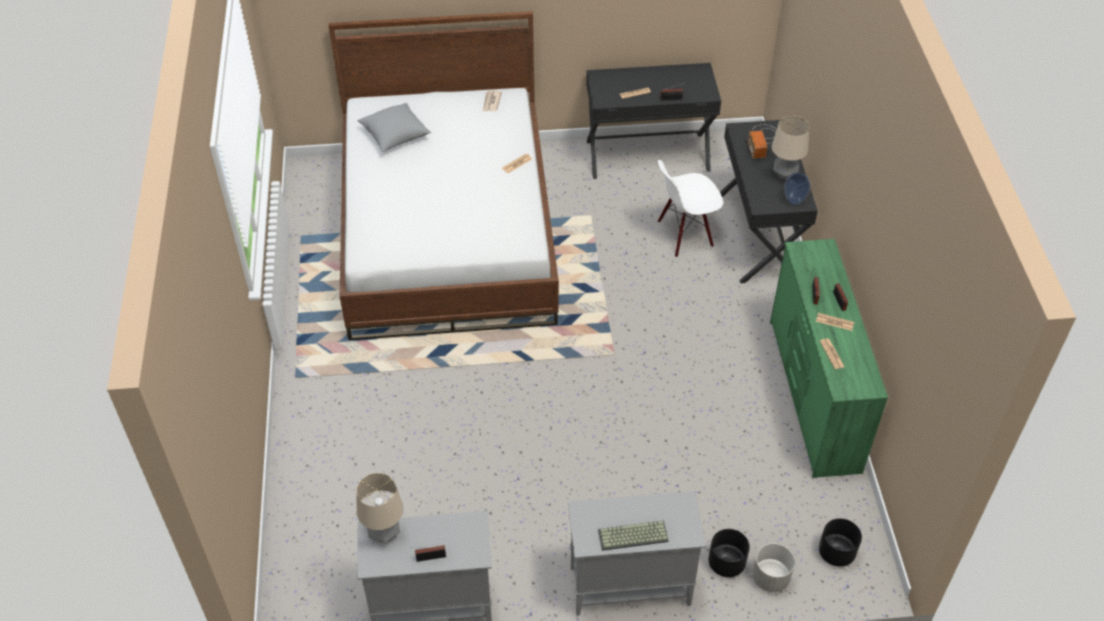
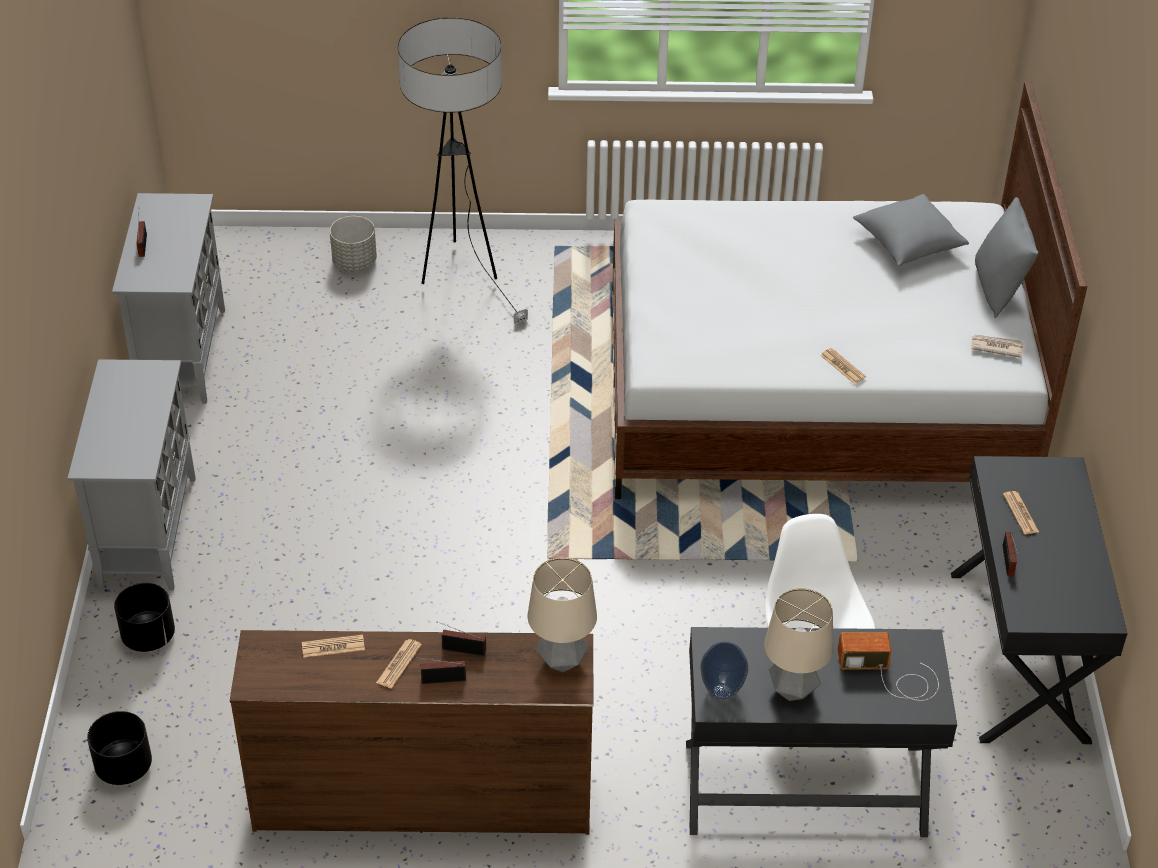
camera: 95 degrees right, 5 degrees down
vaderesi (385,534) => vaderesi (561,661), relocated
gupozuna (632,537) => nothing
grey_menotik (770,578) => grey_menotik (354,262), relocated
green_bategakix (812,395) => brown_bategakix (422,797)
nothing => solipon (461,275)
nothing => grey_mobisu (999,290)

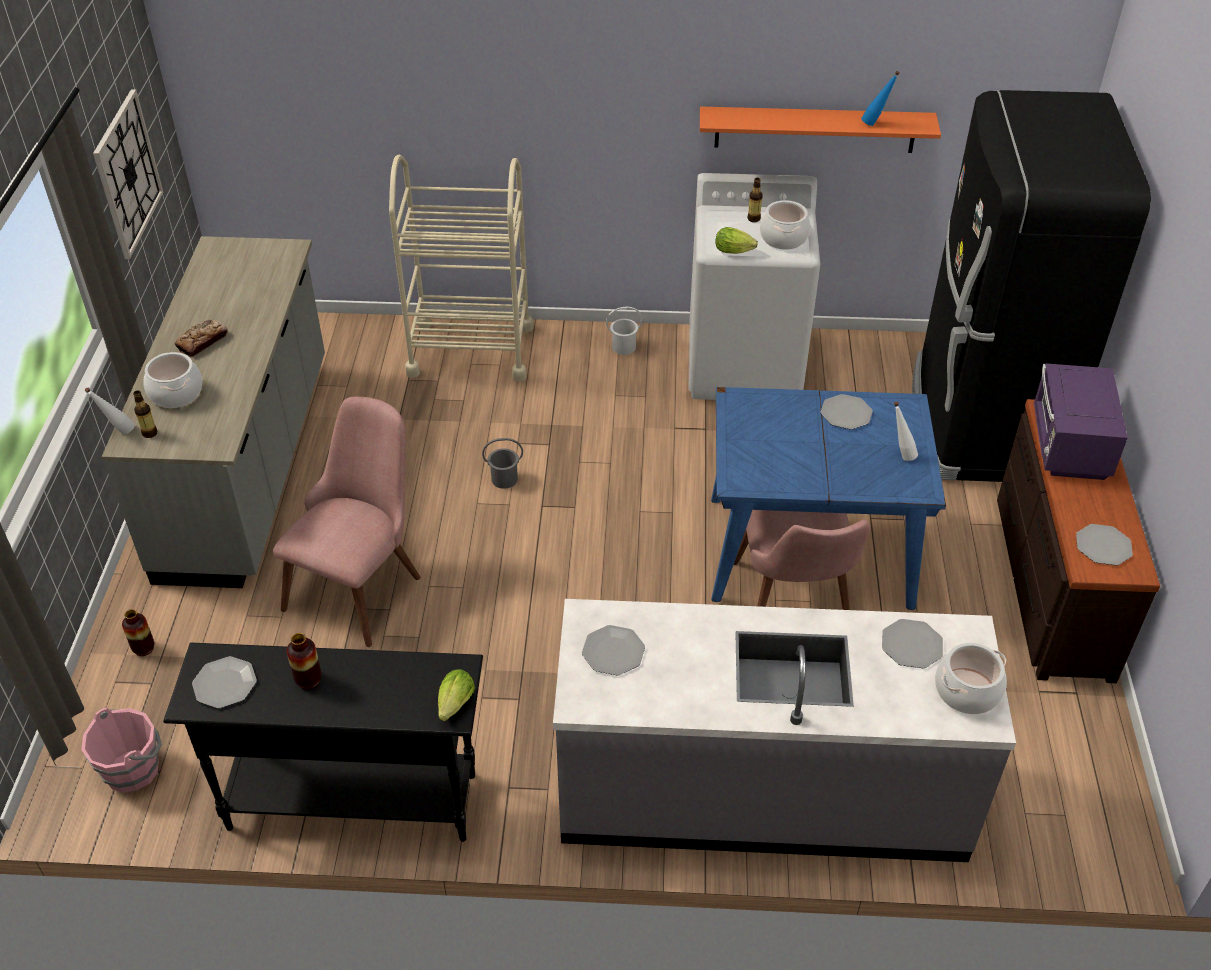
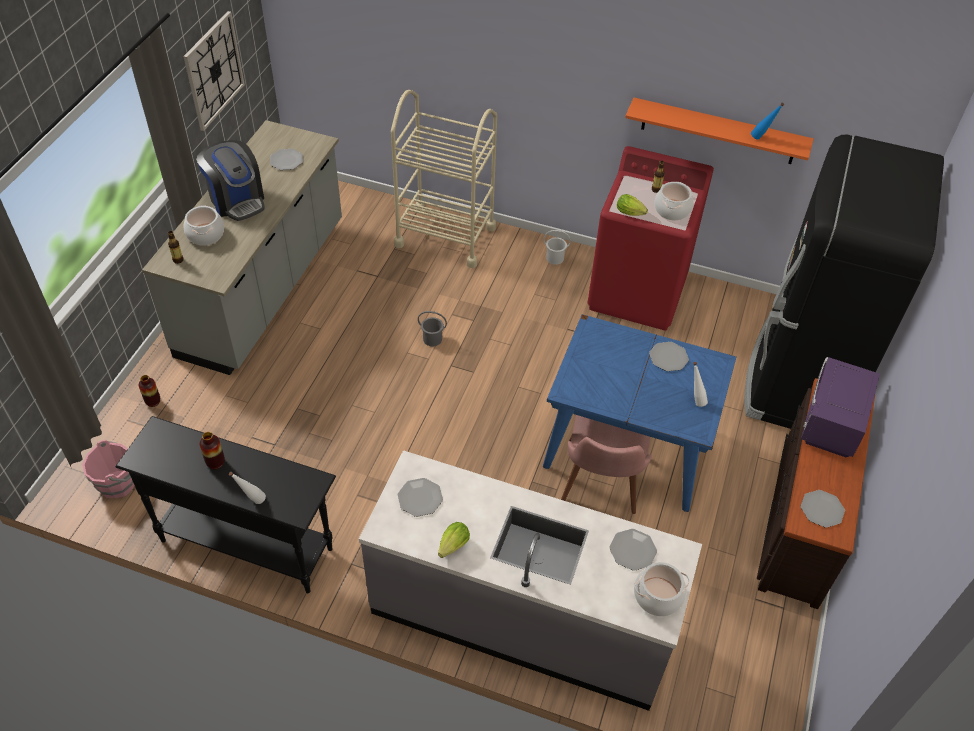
camera: 15 degrees right, 5 degrees up
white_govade (118,433) => white_govade (252,501), relocated
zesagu (202,342) => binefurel (237,200)
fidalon (225,683) => fidalon (286,160), relocated
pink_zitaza (362,581) => nothing
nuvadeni (454,706) => nuvadeni (452,547), relocated
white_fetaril (744,365) => red_fetaril (638,292)

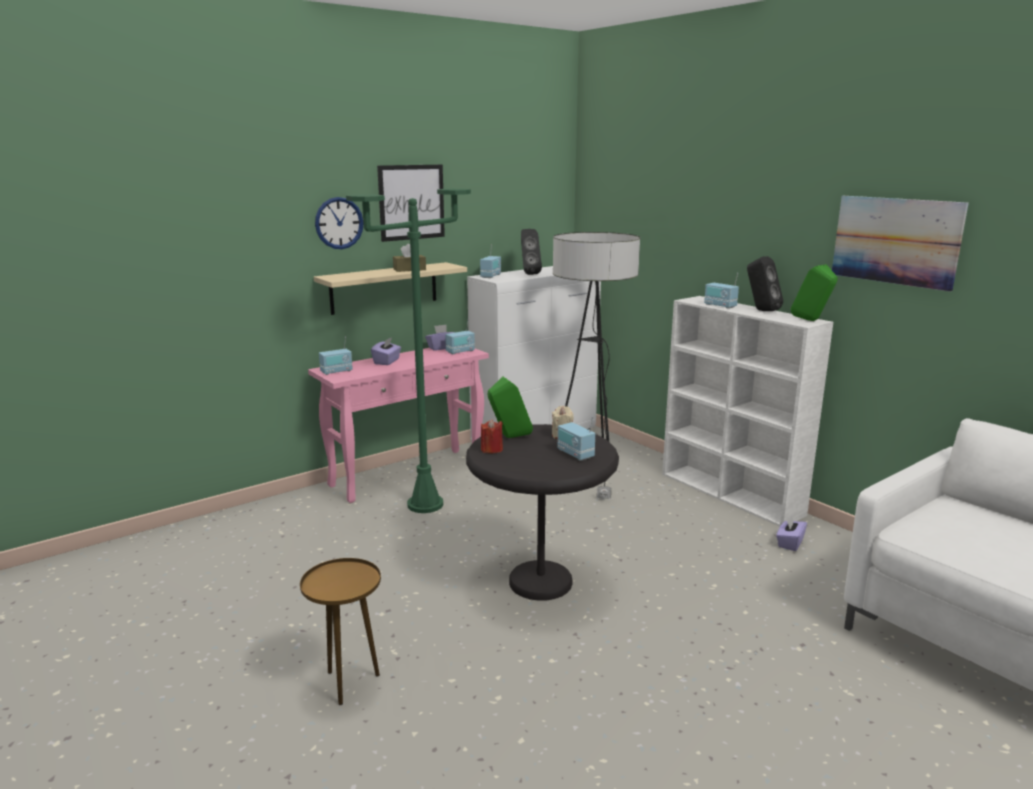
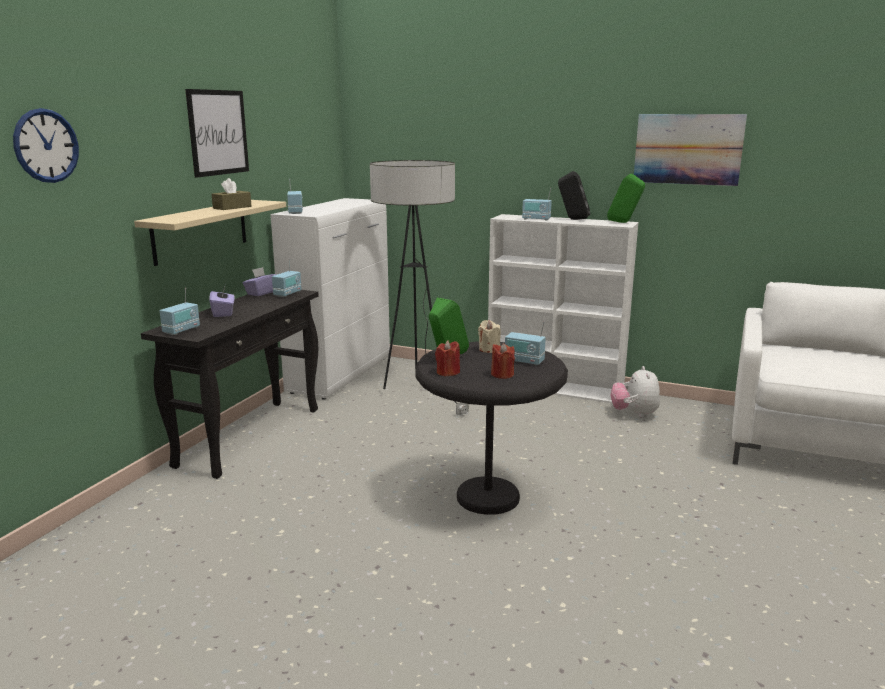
camera: 30 degrees left, 0 degrees up
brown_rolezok (349,683) => nothing
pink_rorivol (408,474) => black_rorivol (250,436)
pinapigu (339,223) => pinapigu (46,146), relocated
green_solipon (425,504) => nothing
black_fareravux (528,274) => nothing
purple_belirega (789,543) => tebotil (634,414)
nothing => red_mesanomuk (502,374)

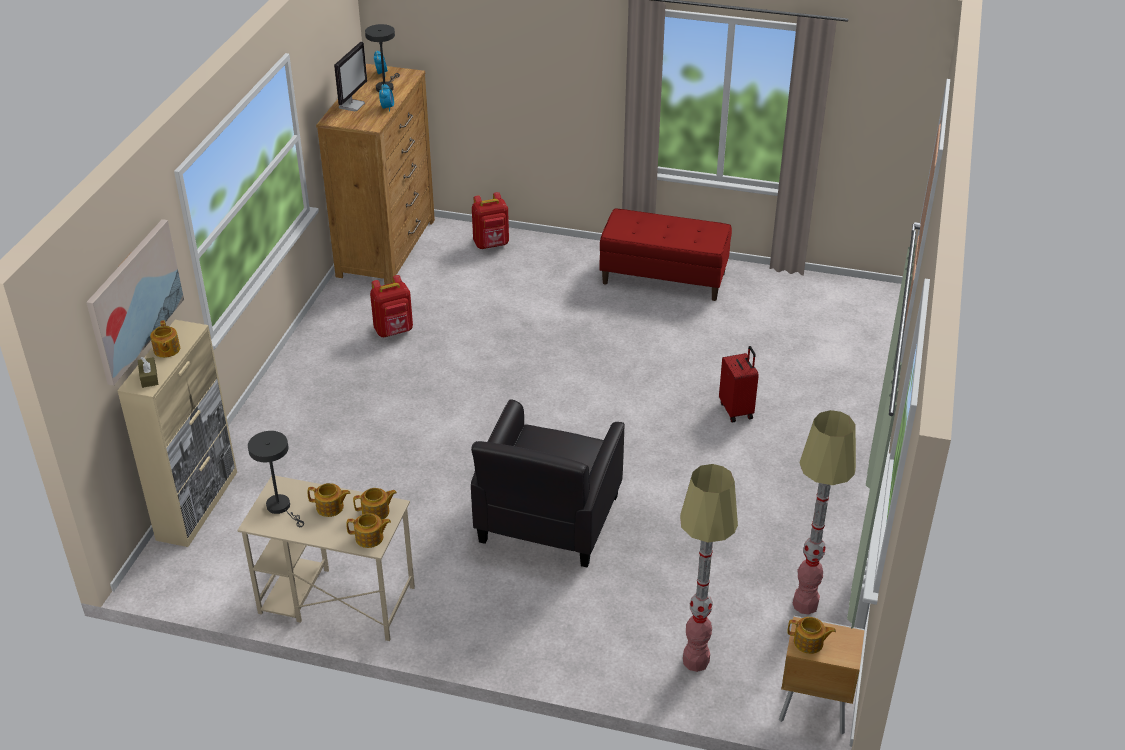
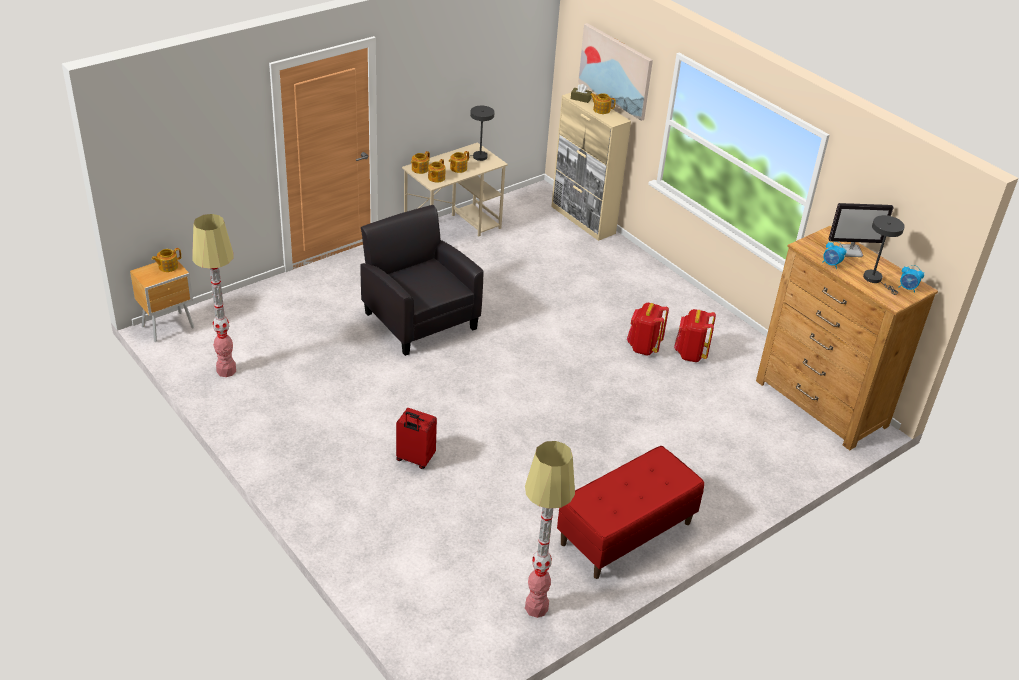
camera: 125 degrees right, 0 degrees up
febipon (352,105) => febipon (851,251), 60 degrees counterclockwise
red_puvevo (491,245) => red_puvevo (643,347), relocated
solipon (696,661) => solipon (536,608), relocated

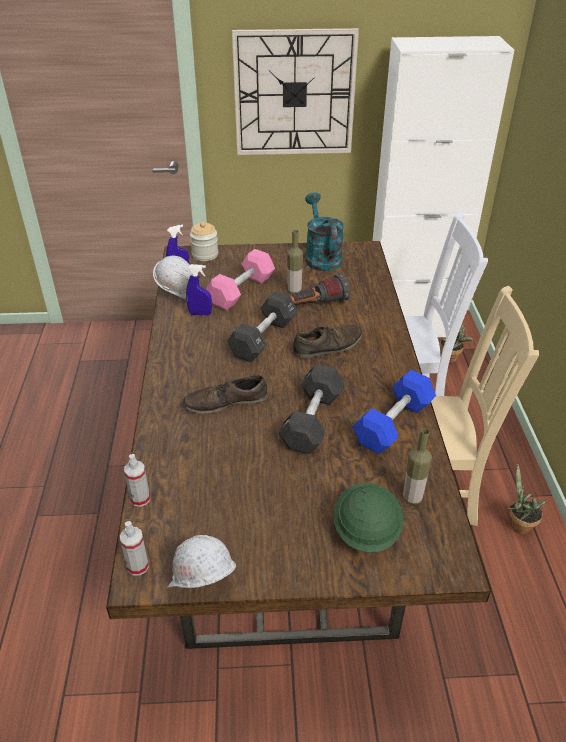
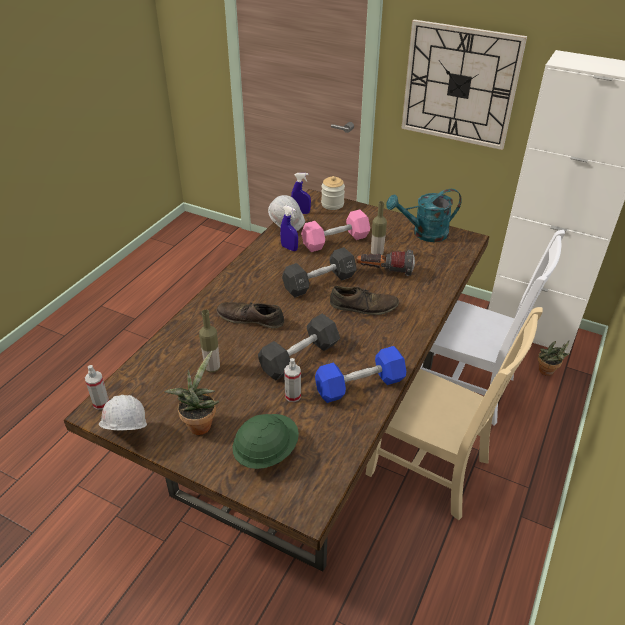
camera: 30 degrees right, 0 degrees up
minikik (140,499) => minikik (293,396), relocated
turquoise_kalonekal (321,257) => turquoise_kalonekal (424,234), 120 degrees counterclockwise
govade (412,498) => govade (212,368), relocated
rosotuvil (518,525) => rosotuvil (199,423), relocated

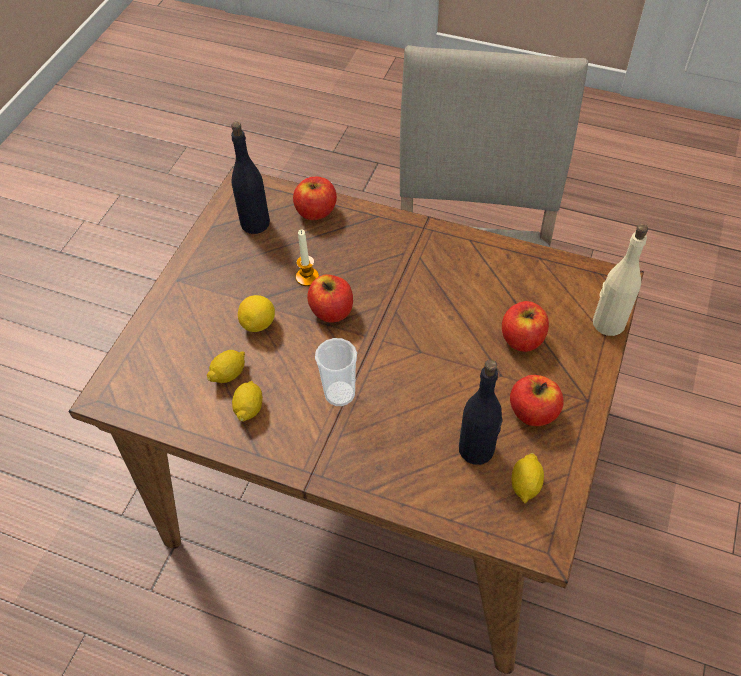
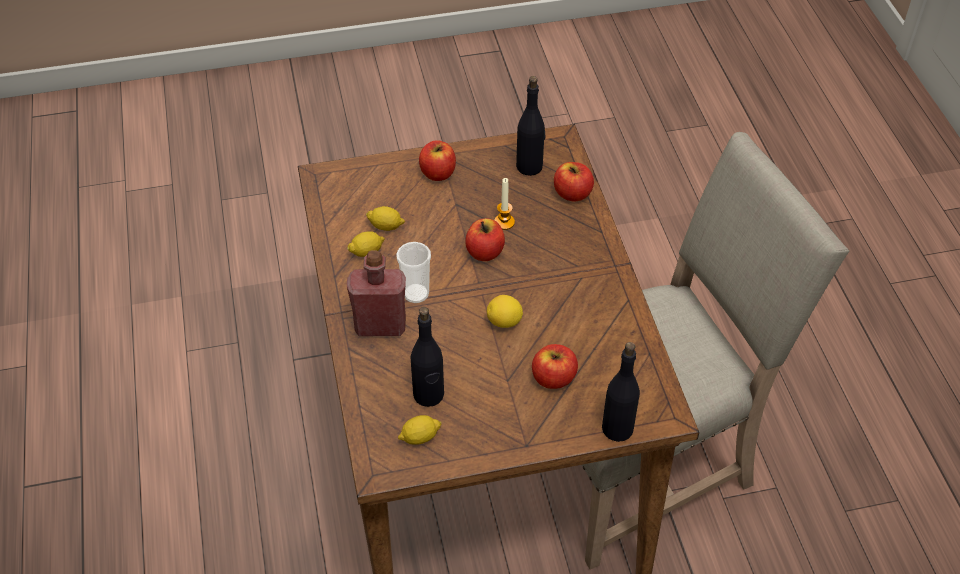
camera: 55 degrees right, 5 degrees down
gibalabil (259,324) => gibalabil (504,322), relocated
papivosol (533,412) => papivosol (437,173), relocated
beige_govade (608,323) => black_govade (617,428)
nothing => red_govade (380,325)

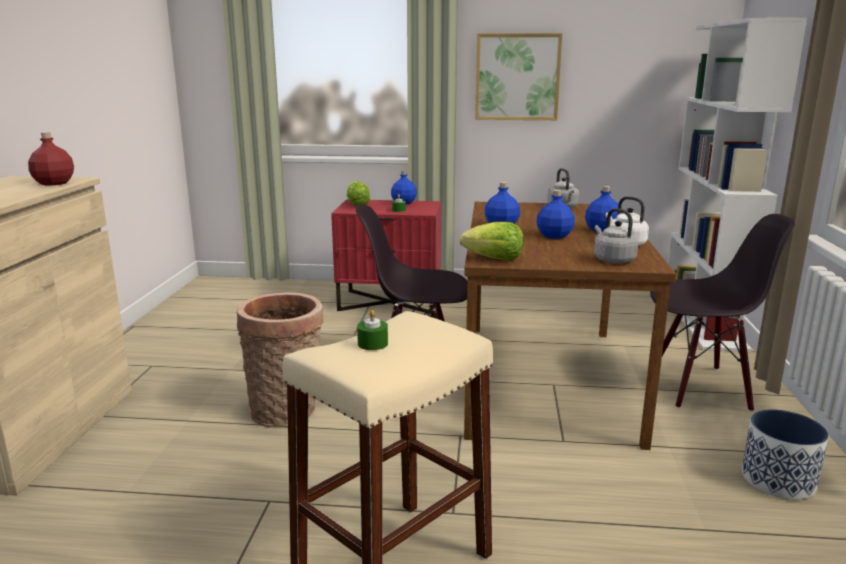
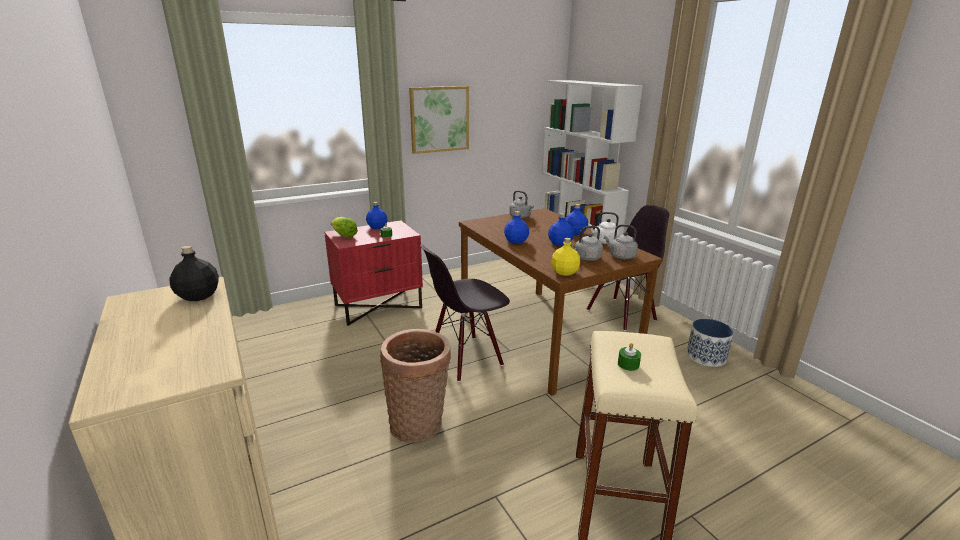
camera: 35 degrees left, 5 degrees up
red_govade (53,183) => black_govade (197,296)
nuvadeni (494,259) => yellow_govade (565,272)
nothing => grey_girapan (586,258)

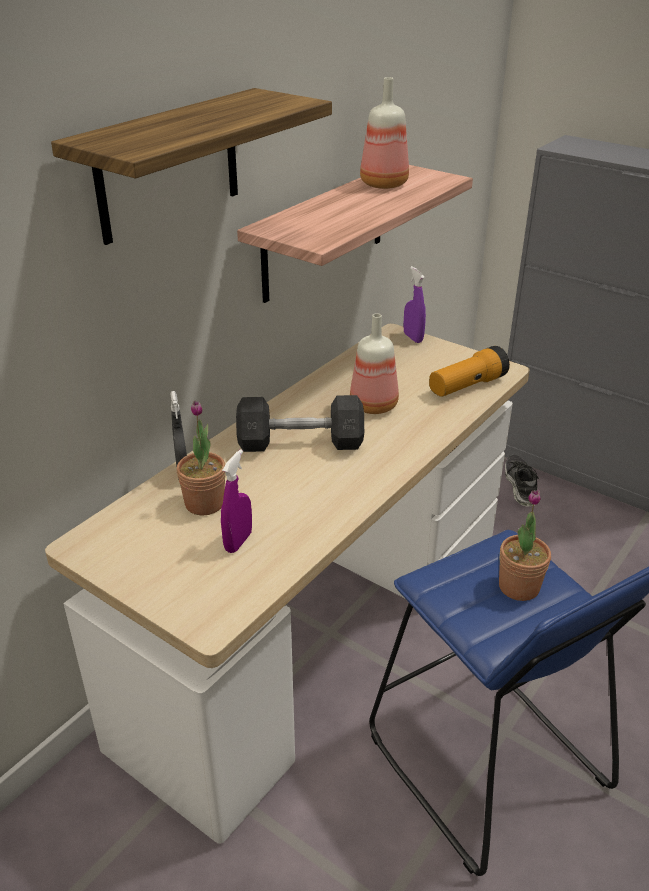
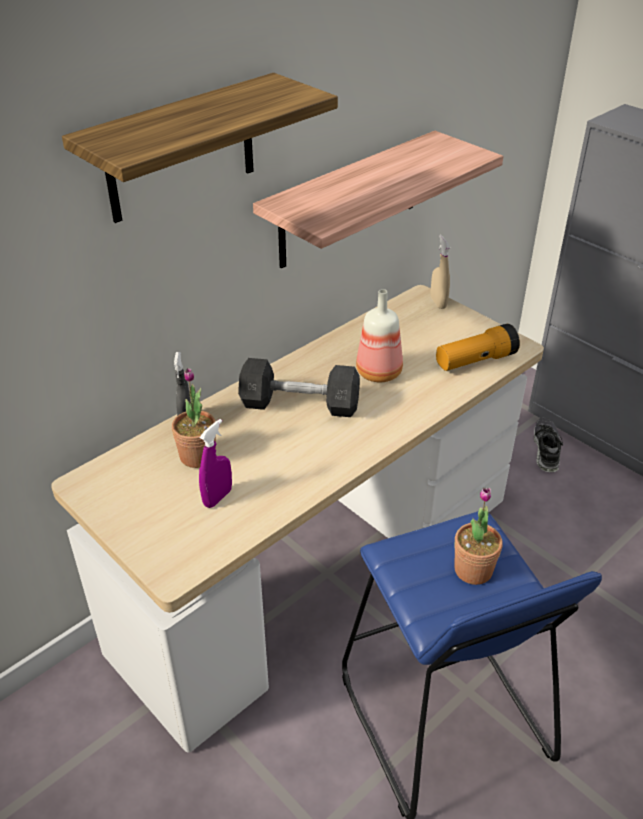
camera: 10 degrees right, 5 degrees up
govade (382,184) => nothing
purple_minikik (413,337) => beige_minikik (438,302)

